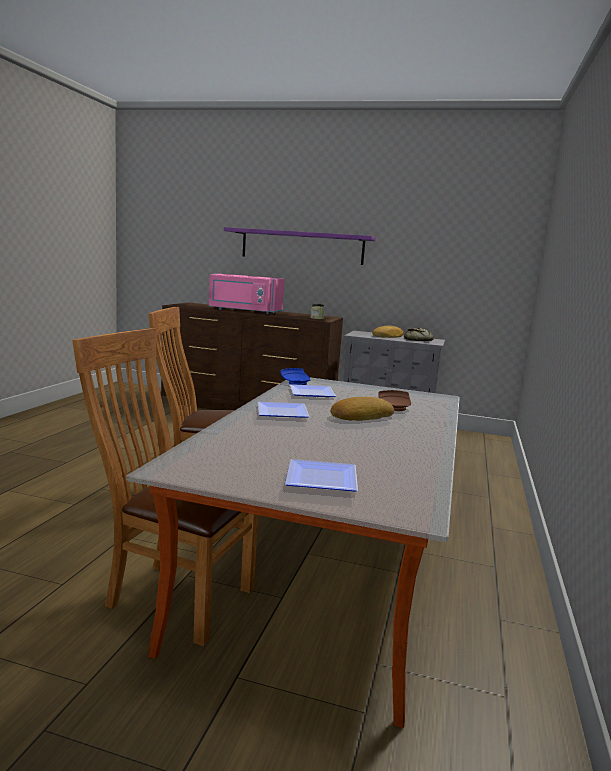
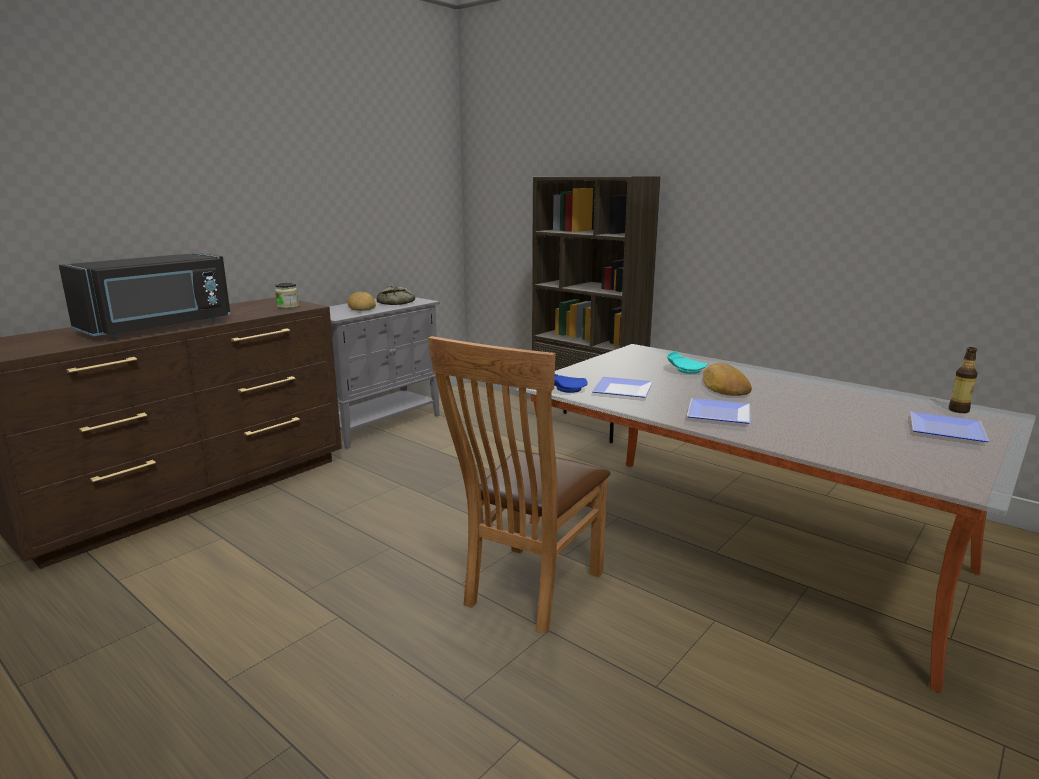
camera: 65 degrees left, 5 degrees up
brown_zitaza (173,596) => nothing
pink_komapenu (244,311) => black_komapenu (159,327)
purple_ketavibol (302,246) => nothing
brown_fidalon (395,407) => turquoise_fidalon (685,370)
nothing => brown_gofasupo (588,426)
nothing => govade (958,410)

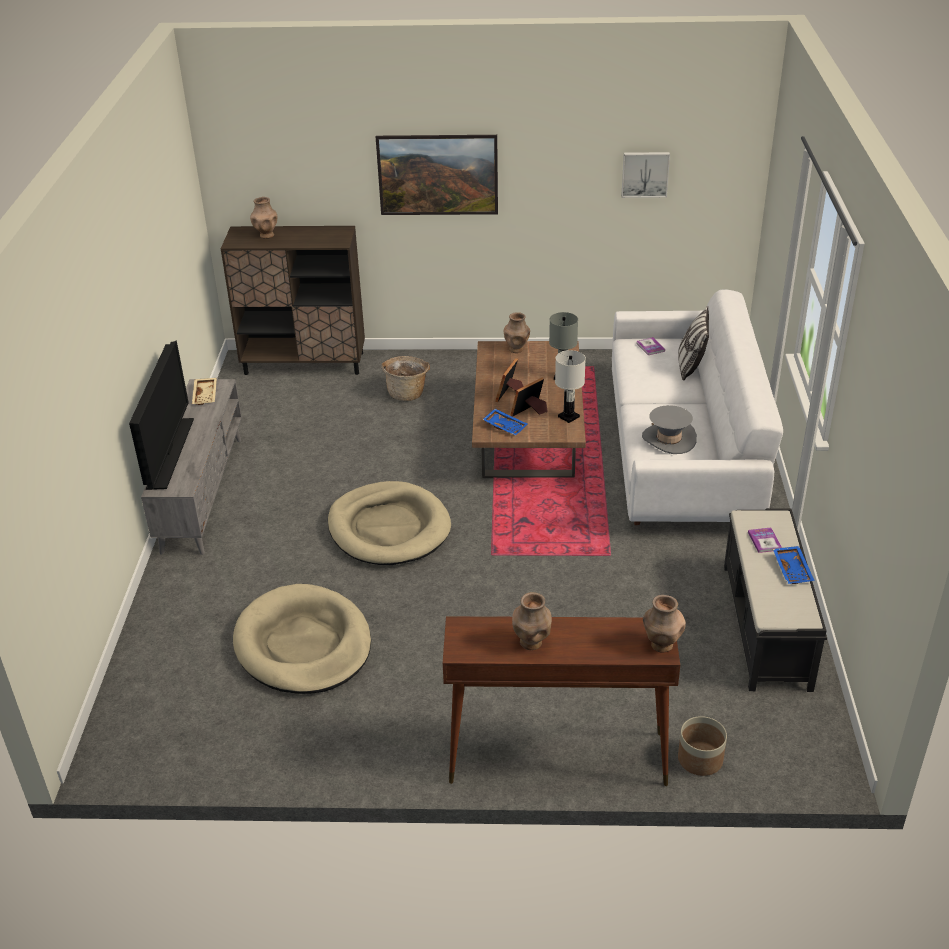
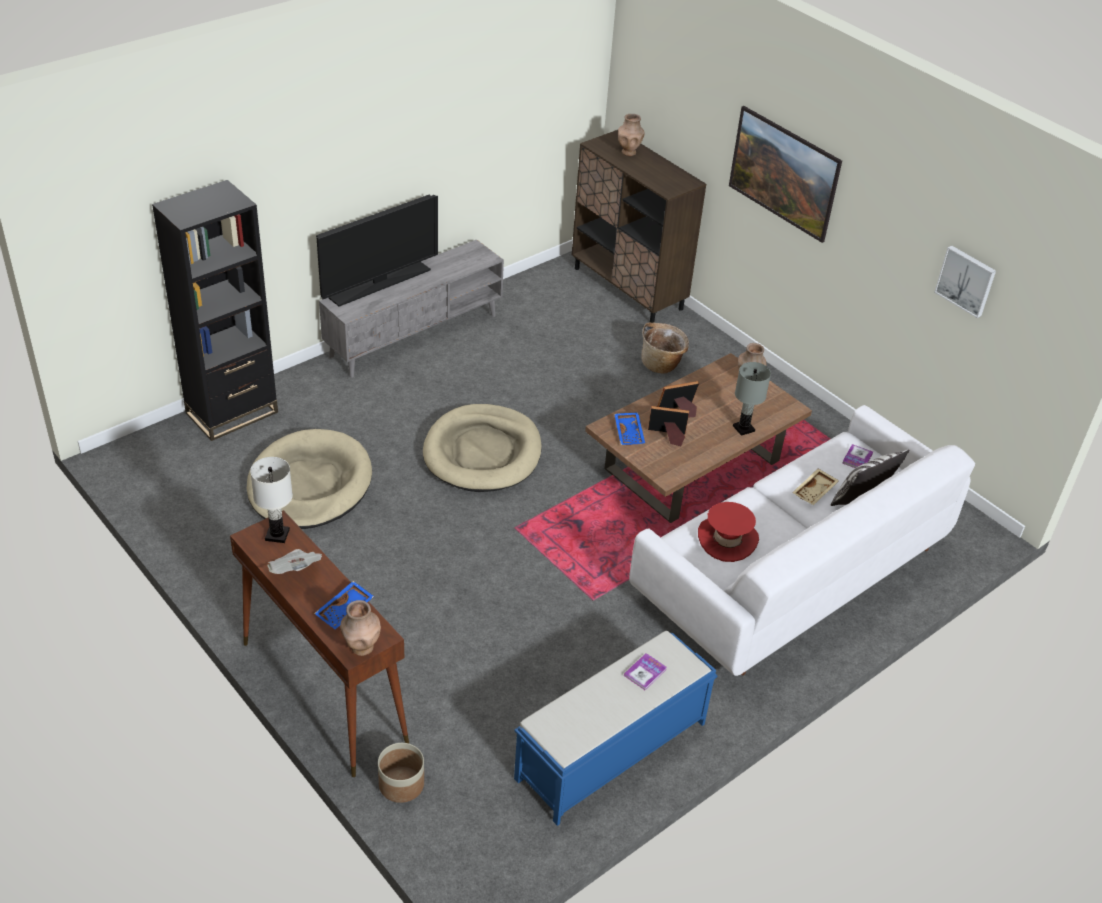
camera: 45 degrees right, 5 degrees up
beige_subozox (206,395) => beige_subozox (815,492), relocated
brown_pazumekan (531,643) => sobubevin (295,571)
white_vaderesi (568,417) => white_vaderesi (277,534), relocated
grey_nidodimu (668,439) => red_nidodimu (727,540)
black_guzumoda (766,626) => blue_guzumoda (610,752)
blue_subozox (793,570) => blue_subozox (345,611), relocated
nothing => black_gofasupo (232,413)

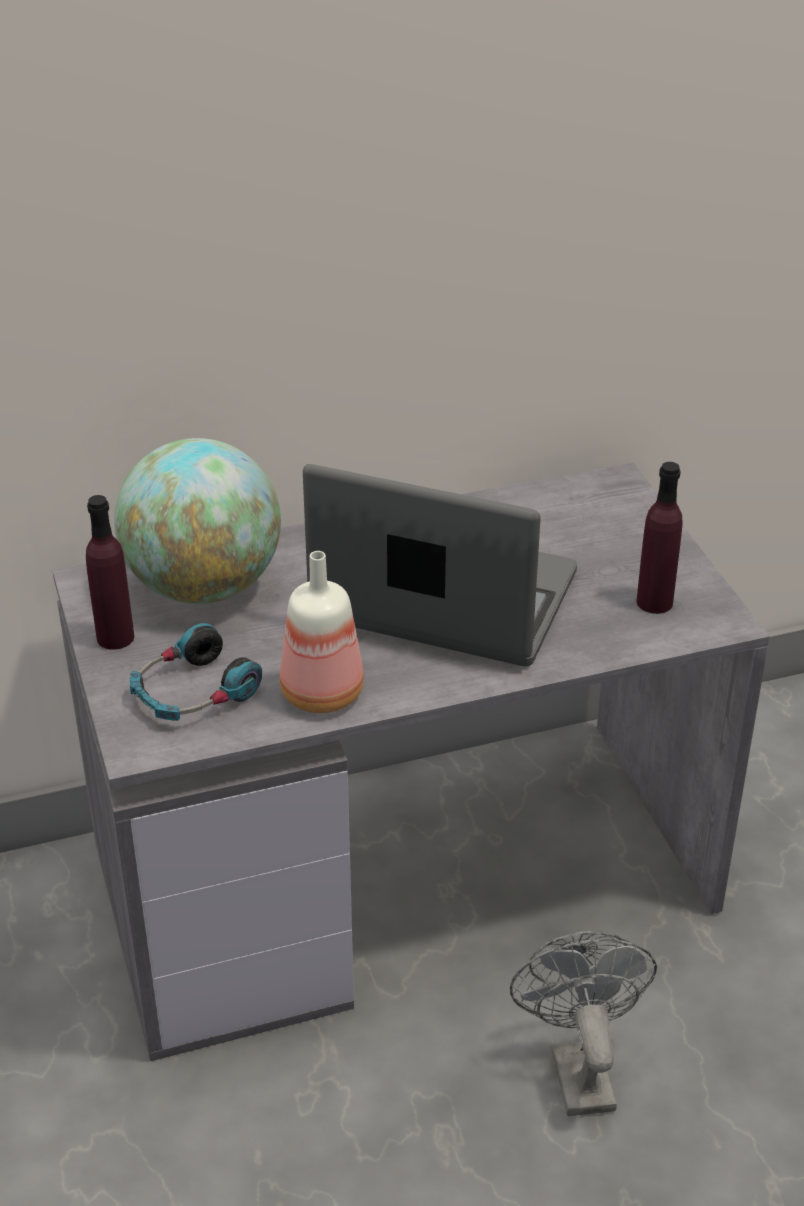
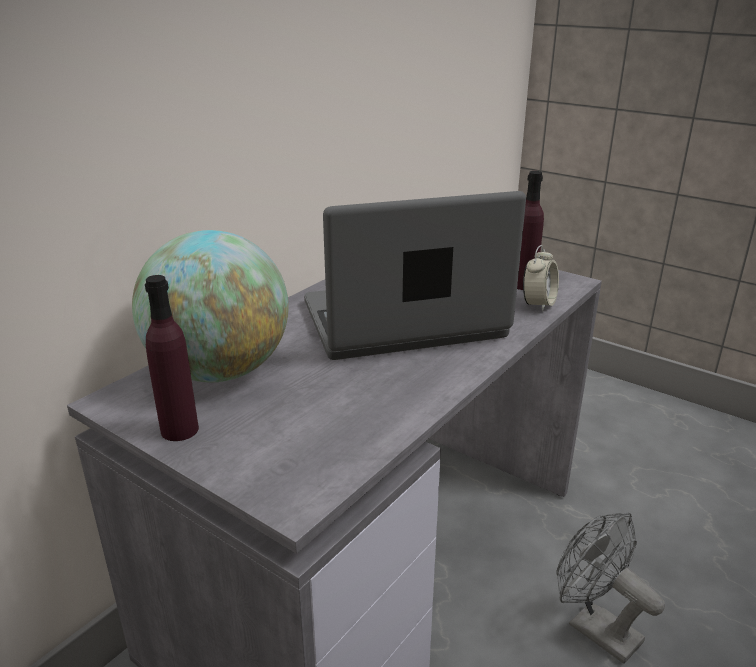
camera: 35 degrees left, 10 degrees down
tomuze (193,692) => nothing
govade (322,695) => nothing
nothing => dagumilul (538,304)

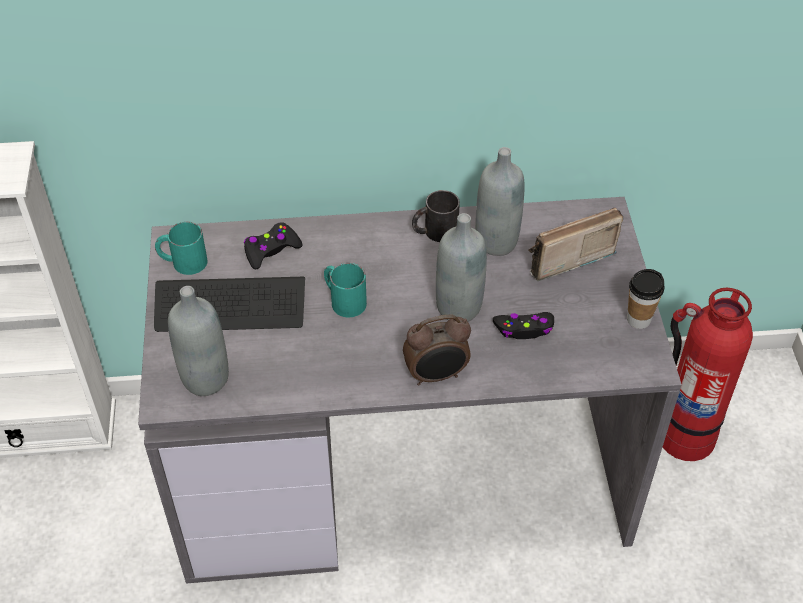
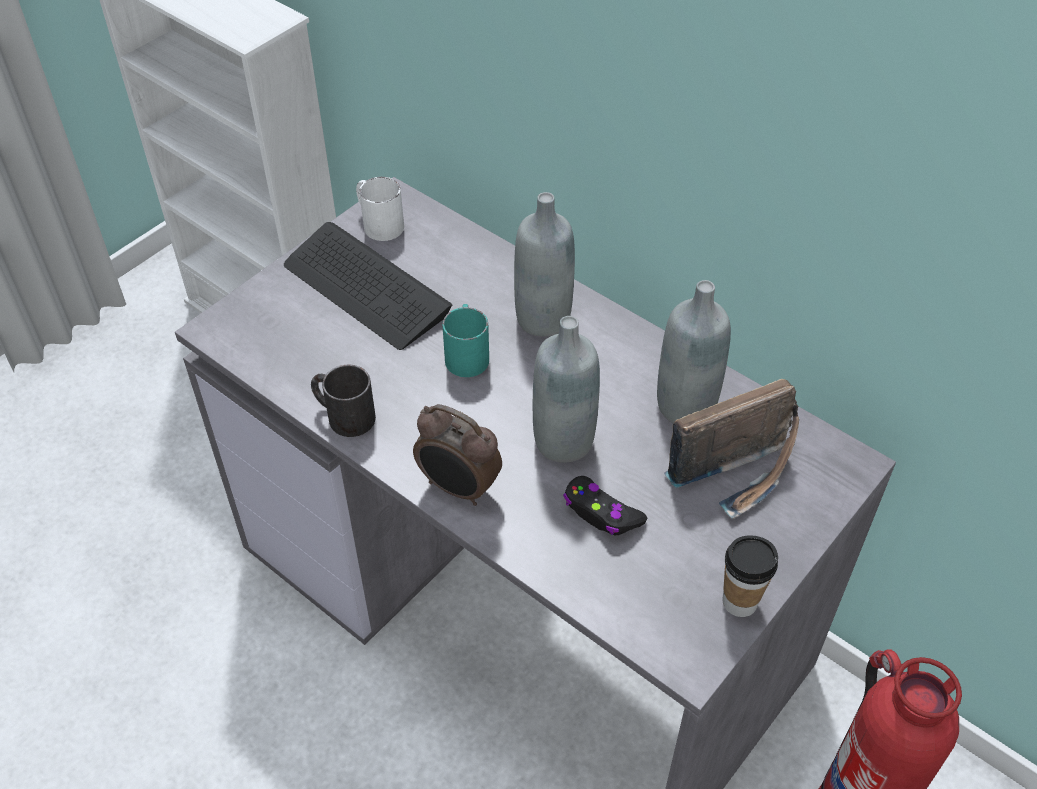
camera: 45 degrees right, 0 degrees up
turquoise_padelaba (182,262) => white_padelaba (378,223)
grey_govade (205,379) => grey_govade (543,319), relocated
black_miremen (271,250) => nothing
black_padelaba (434,232) => black_padelaba (343,415), relocated
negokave (563,256) => negokave (739,472), 135 degrees clockwise

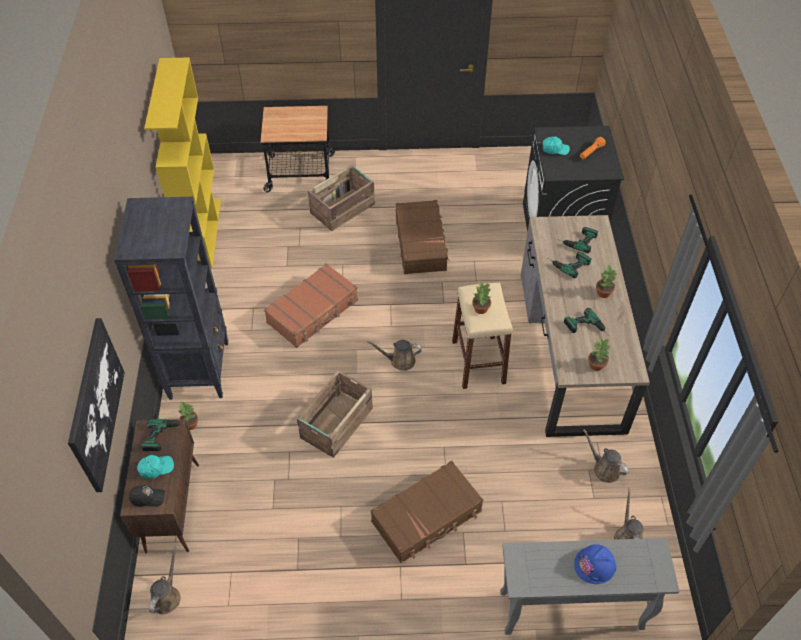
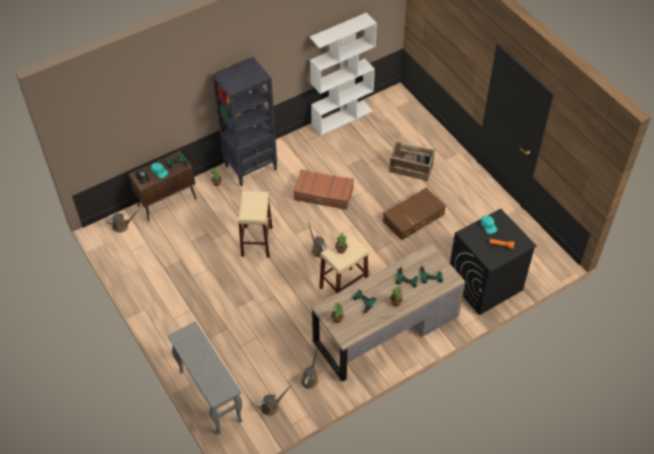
camera: 60 degrees right, 0 degrees up
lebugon (95,404) => nothing
yellow_gofasupo (203,233) => white_gofasupo (342,118)
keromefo (300,172) => nothing
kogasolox (335,424) => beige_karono (257,241)
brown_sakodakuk (427,517) => nothing
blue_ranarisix (595,565) => nothing

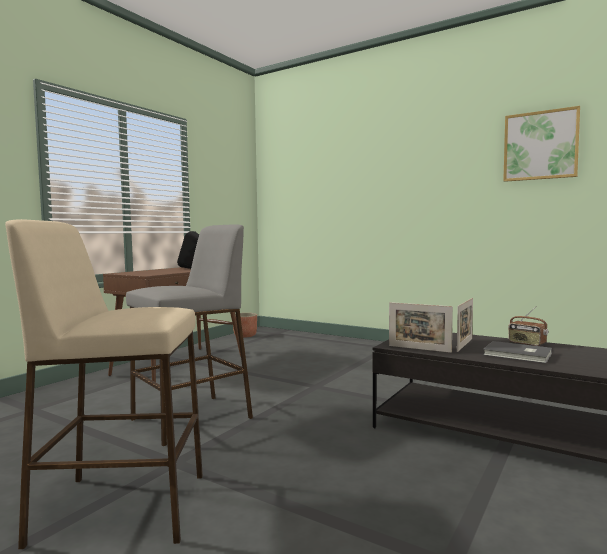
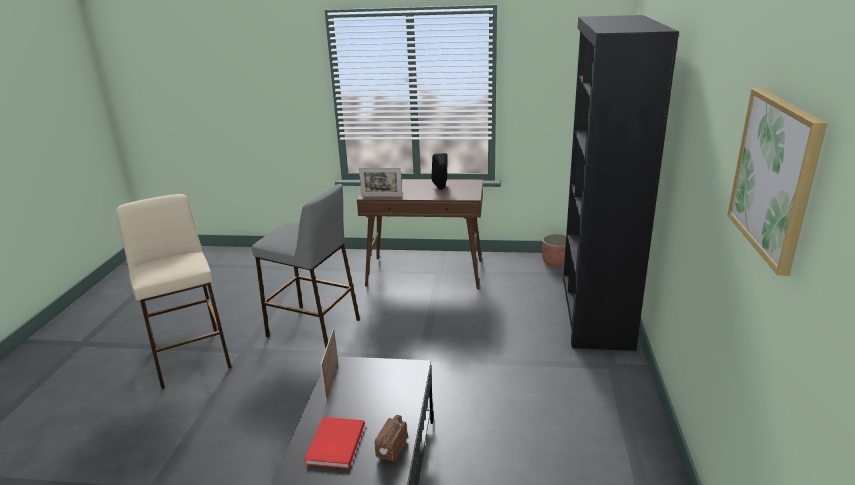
camera: 65 degrees right, 20 degrees up
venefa (464,345) => venefa (381,196), relocated
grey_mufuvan (518,354) => red_mufuvan (334,444)
nothing => black_gofasupo (594,312)

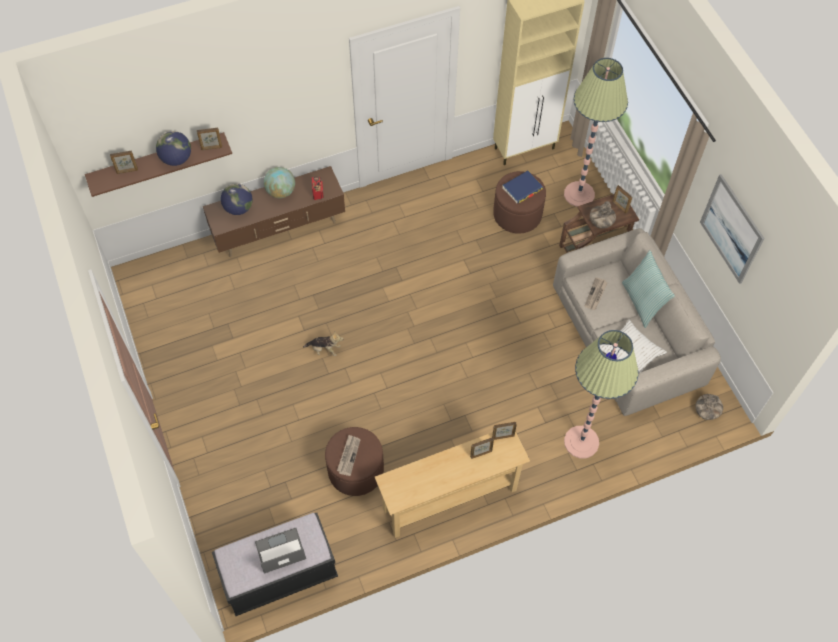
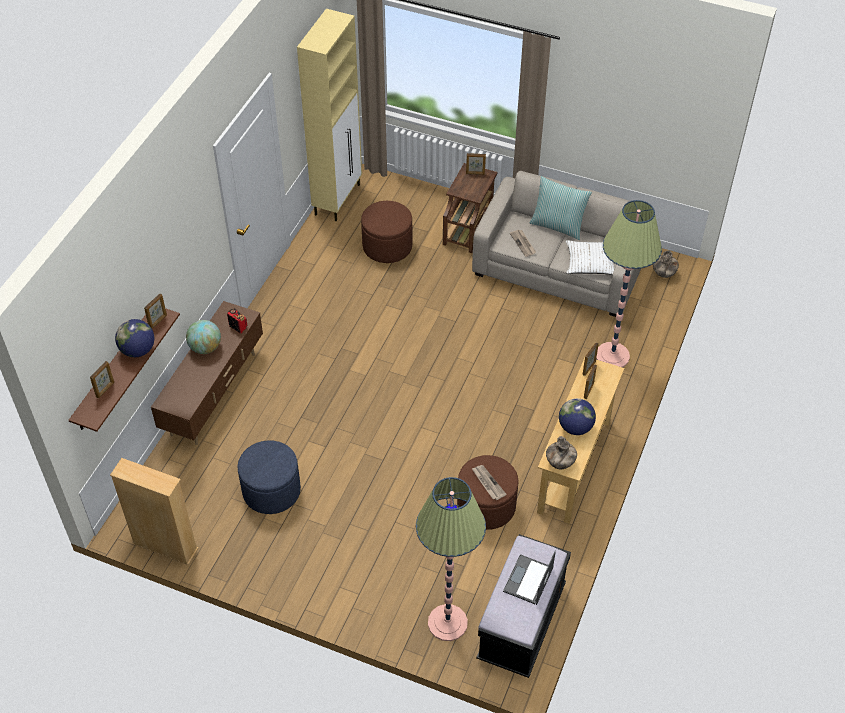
camera: 45 degrees left, 10 degrees down
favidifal (238,208) => favidifal (575,427), relocated
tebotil (324,349) => nothing
blue_mufuvan (522,188) => nothing
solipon (579,194) => solipon (447,623), relocated
pazumekan (600,223) => pazumekan (560,463), relocated
lebugon (731,229) => nothing
nothing => beige_gofasupo (165,546)
nothing => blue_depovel (271,490)

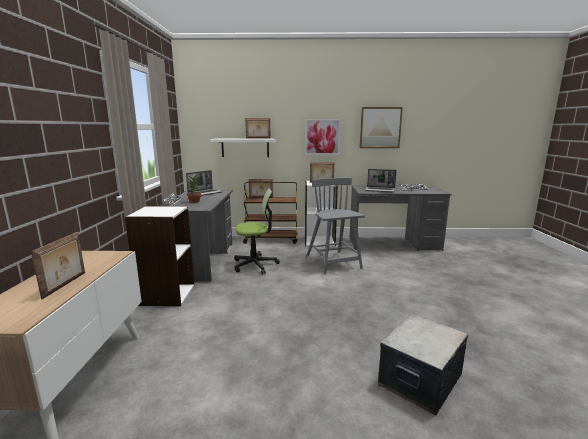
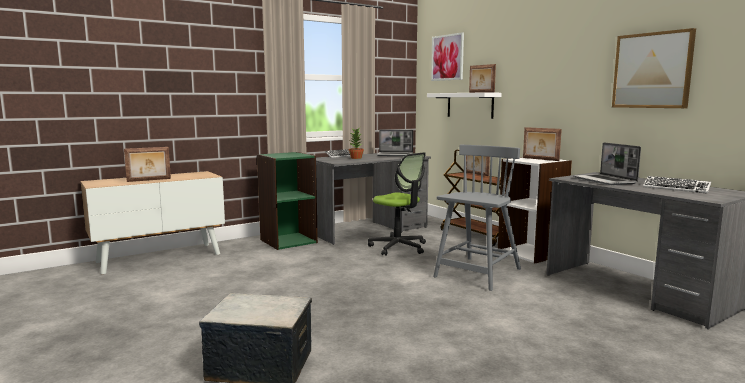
camera: 55 degrees right, 5 degrees down
white_gofasupo (166,295) => green_gofasupo (288,241)
lebugon (322,137) => lebugon (447,57), relocated

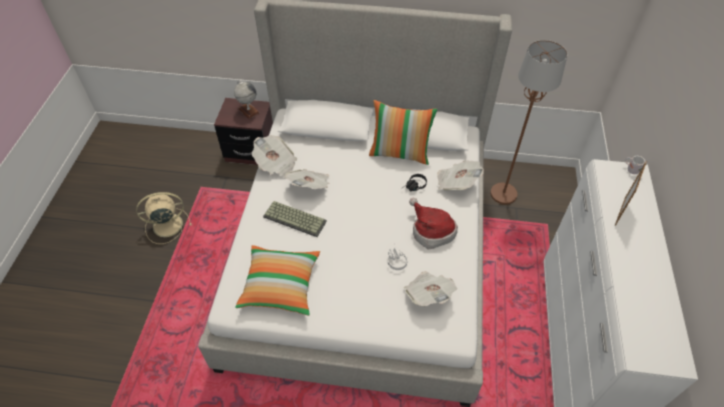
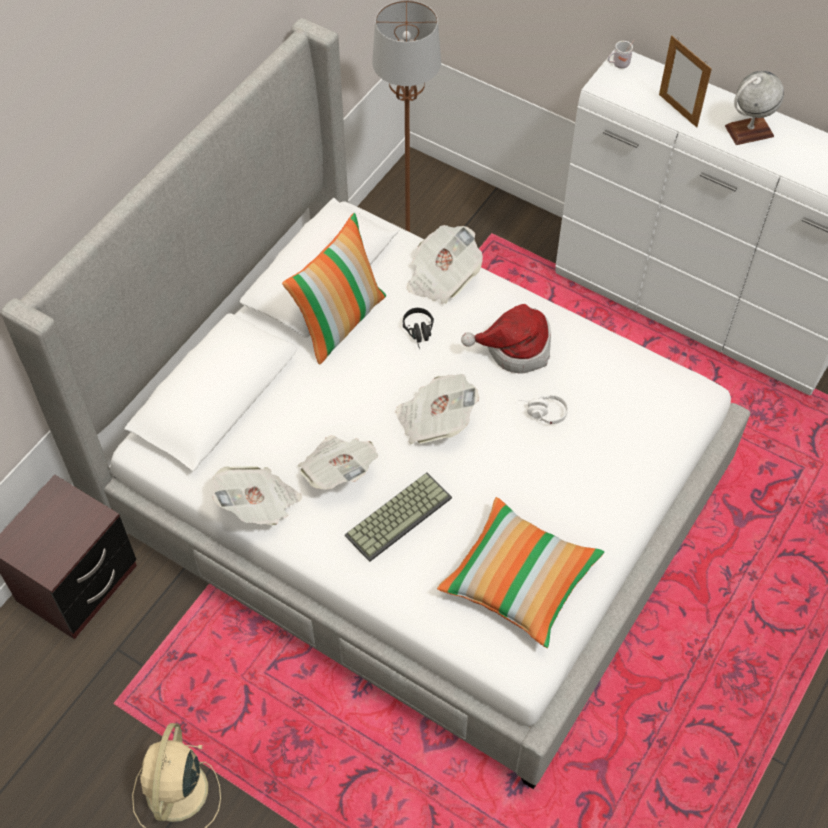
camera: 65 degrees left, 5 degrees up
favidifal (249,111) => favidifal (749,131), relocated
sobubevin (428,294) => sobubevin (435,420), relocated

